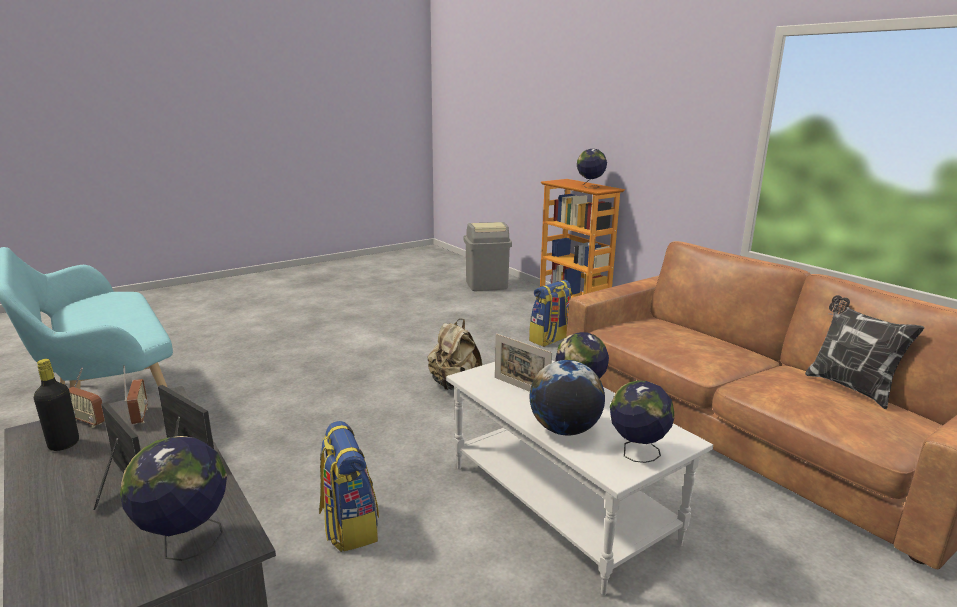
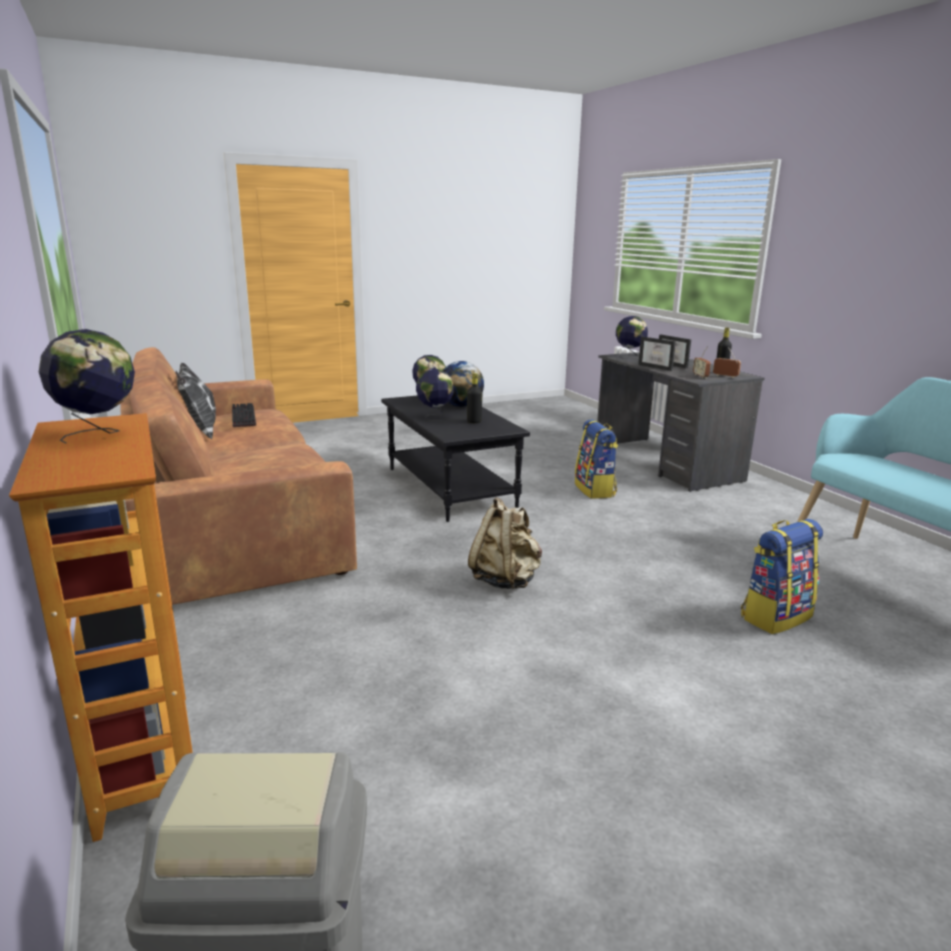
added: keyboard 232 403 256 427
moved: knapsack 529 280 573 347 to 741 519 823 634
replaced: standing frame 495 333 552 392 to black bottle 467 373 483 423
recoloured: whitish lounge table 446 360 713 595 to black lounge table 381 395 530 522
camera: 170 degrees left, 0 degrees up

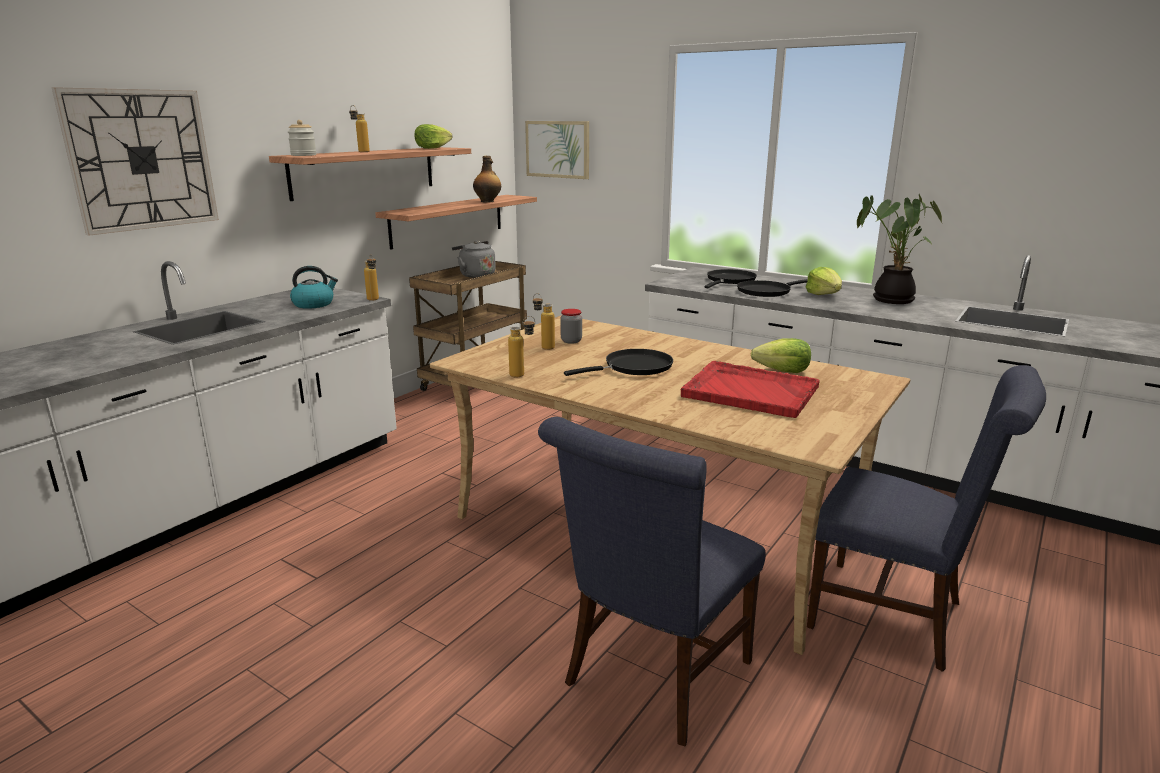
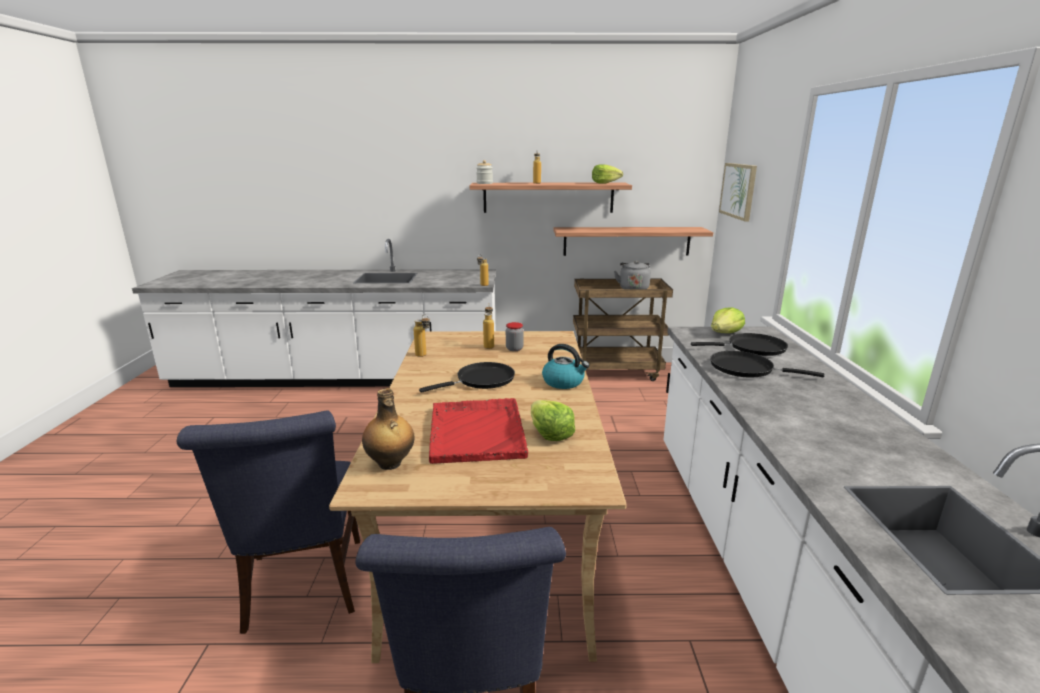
removed: clock on the wall 52 87 219 236; potted plant 857 194 942 304
moved: tea kettle 290 266 338 309 to 542 344 589 389; bottle 473 156 501 203 to 362 388 414 470; lettuce 806 267 842 295 to 711 307 745 333
turned: blue chair 538 417 765 747 = 177 410 360 634 105 degrees counterclockwise; black pan 564 349 673 376 = 419 362 515 393 60 degrees counterclockwise
camera: 55 degrees right, 0 degrees up

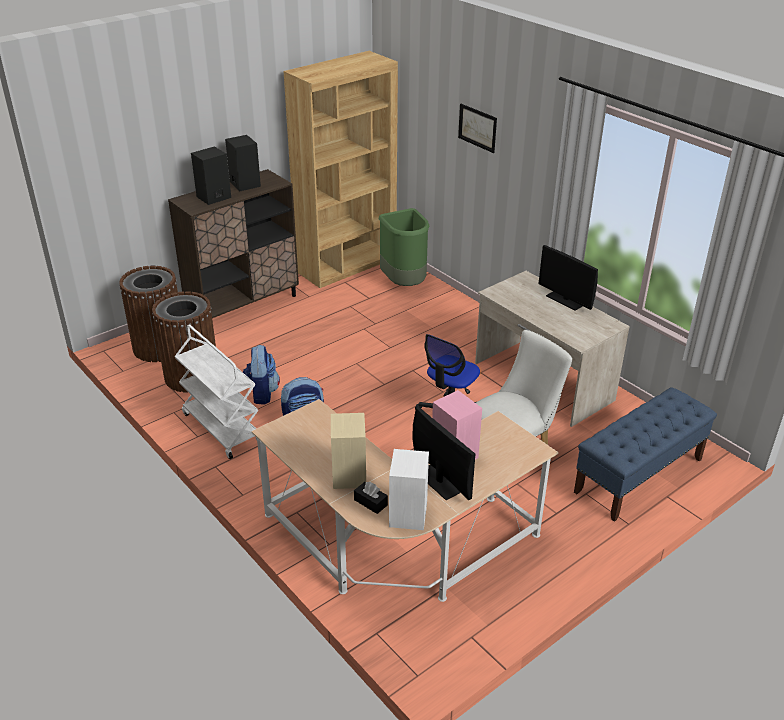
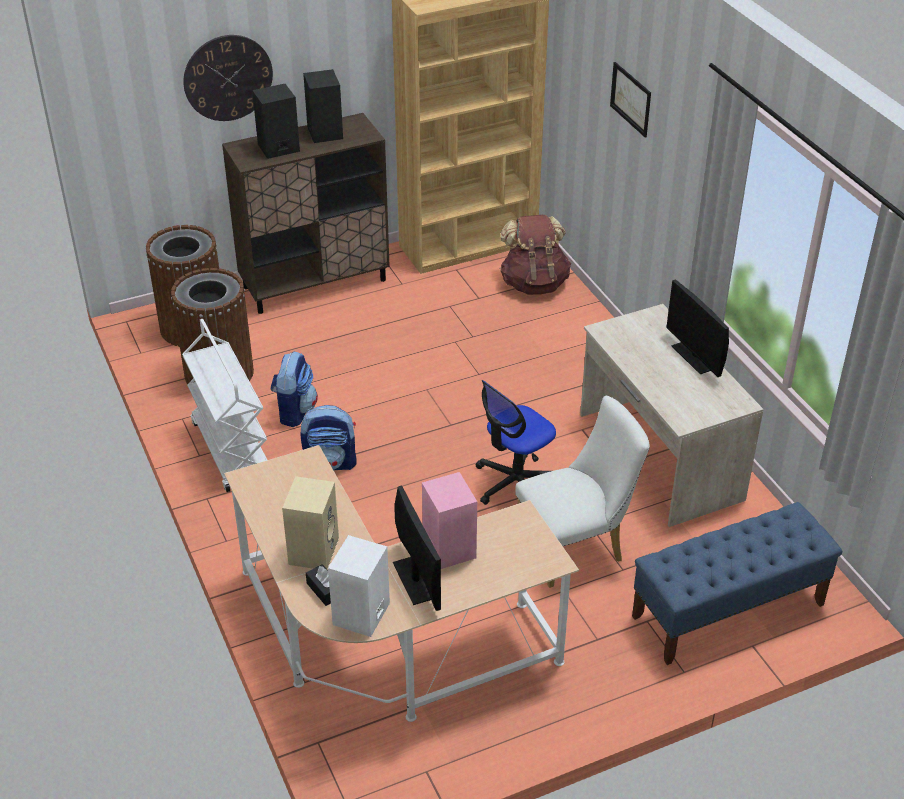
added: clock on the wall 183 35 273 121
replaced: green rubbish bin 379 208 430 286 to brown-coloured knapsack 500 215 571 295
camera: 15 degrees right, 5 degrees up

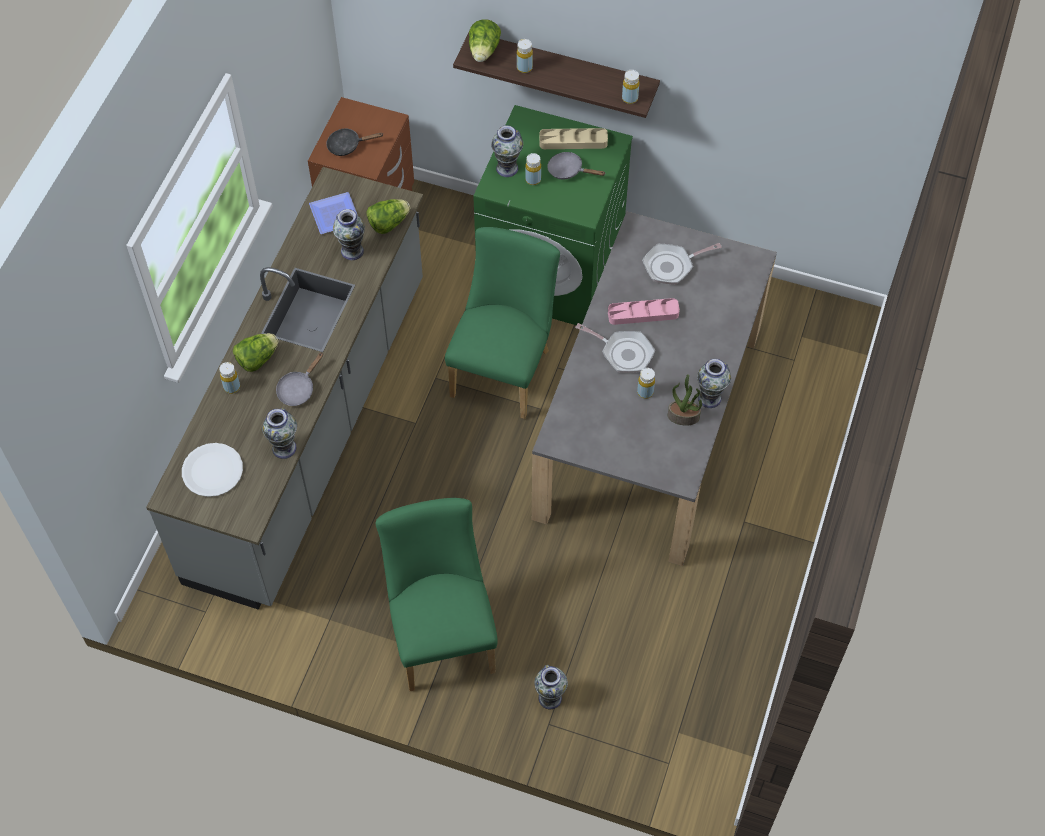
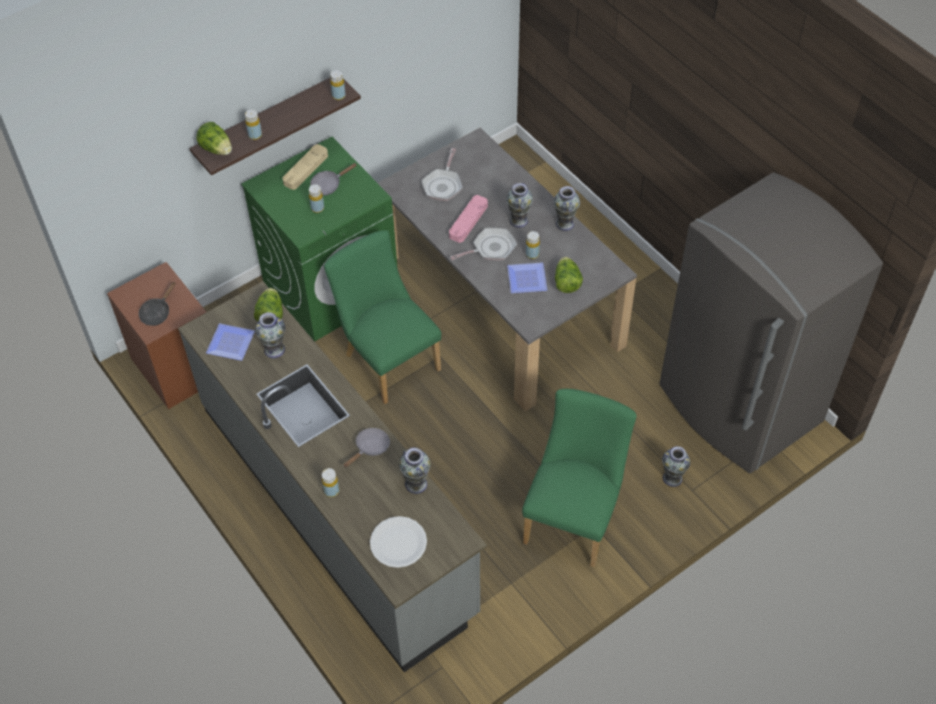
removed: potted plant 668 374 702 426
added: flat dish 507 262 547 293; greyish kitchen fridge 659 172 883 473
moved: lettuce 233 333 279 372 to 555 257 583 293; decorative vase 491 125 523 177 to 506 183 533 228
turned: greyish pan 276 352 323 406 = 344 428 390 468 120 degrees counterclockwise; green chair 376 498 498 691 = 522 389 637 567 90 degrees clockwise
camera: 55 degrees left, 5 degrees down

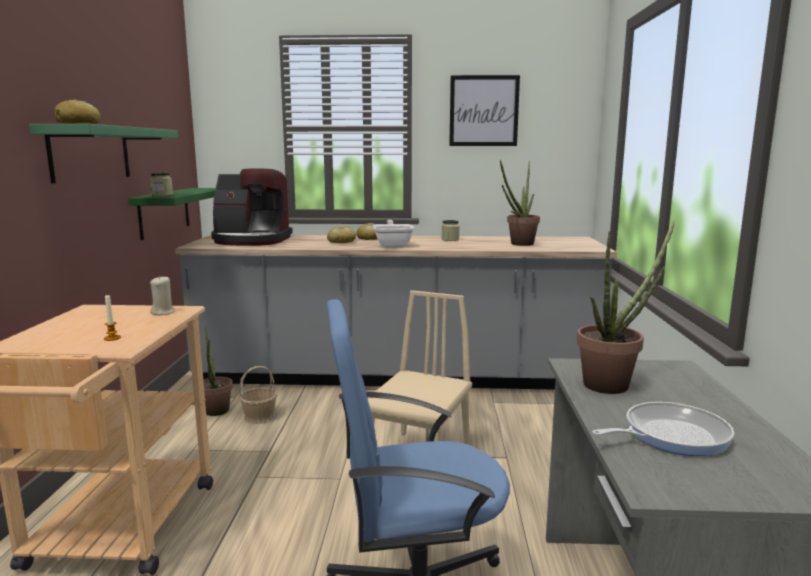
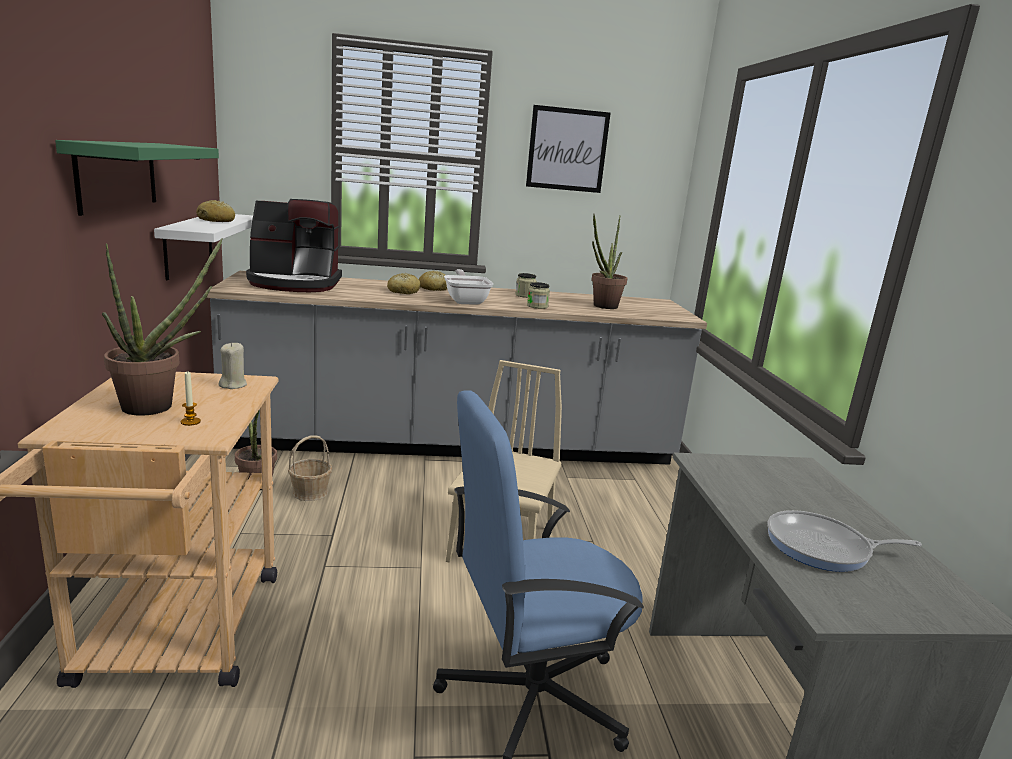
moved: bakery bread 54 99 100 124 to 196 200 235 222; storage jar 150 173 173 196 to 527 282 550 309; potted plant 577 220 675 394 to 102 238 223 416
recoloured: green bracket shelf 128 188 216 240 to whitish bracket shelf 154 214 253 280
turned: pan 592 402 734 456 = 767 510 922 572 150 degrees counterclockwise
camera: 10 degrees left, 5 degrees up

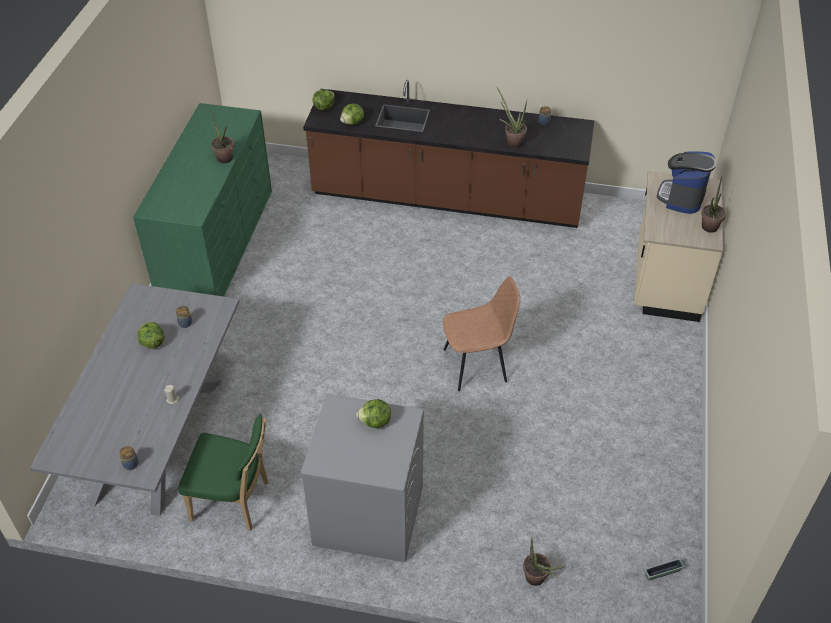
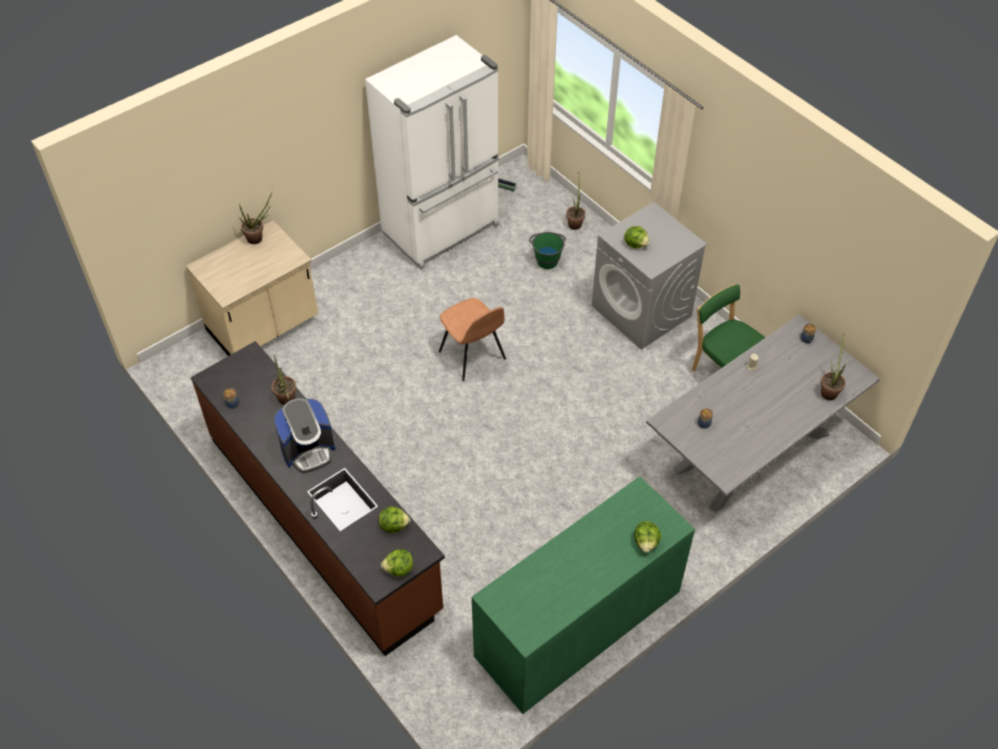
added: whitish kitchen fridge 365 35 499 270; green water bucket 529 232 566 269
moved: lettuce 138 322 165 349 to 635 521 661 553; potted plant 211 110 234 163 to 821 333 846 400; coffee brewer 657 151 717 214 to 274 398 335 473
turned: brown-coloured chair 443 277 520 391 = 439 298 506 381 150 degrees counterclockwise
camera: 140 degrees left, 5 degrees up

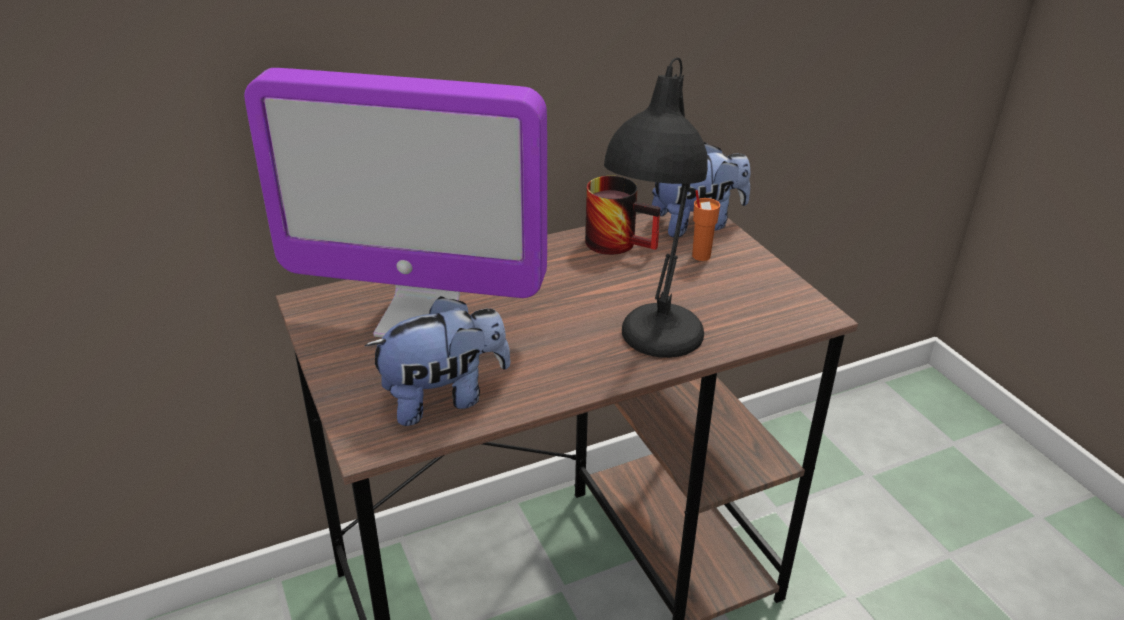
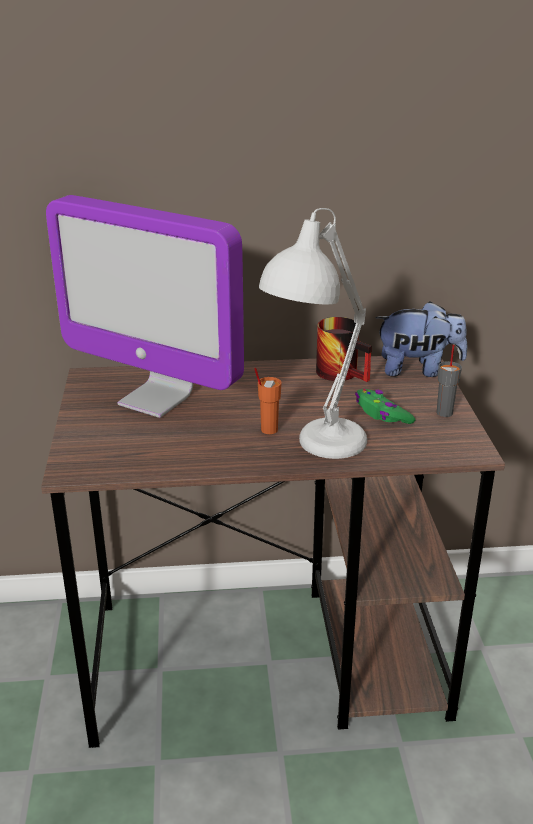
removed: plush toy 364 296 511 426
added: green gamepad 355 389 416 424; greyish small cup 437 345 462 417
moved: orangey small cup 692 190 720 261 to 254 367 282 434
recoloured: black lamp for a table 604 58 708 358 to whitish lamp for a table 259 208 367 459
camera: 20 degrees right, 5 degrees down

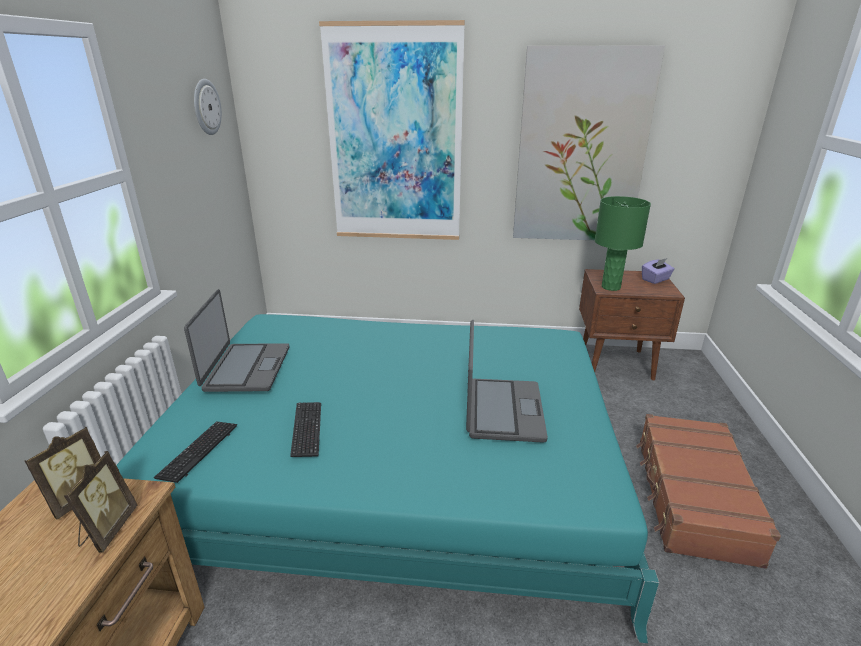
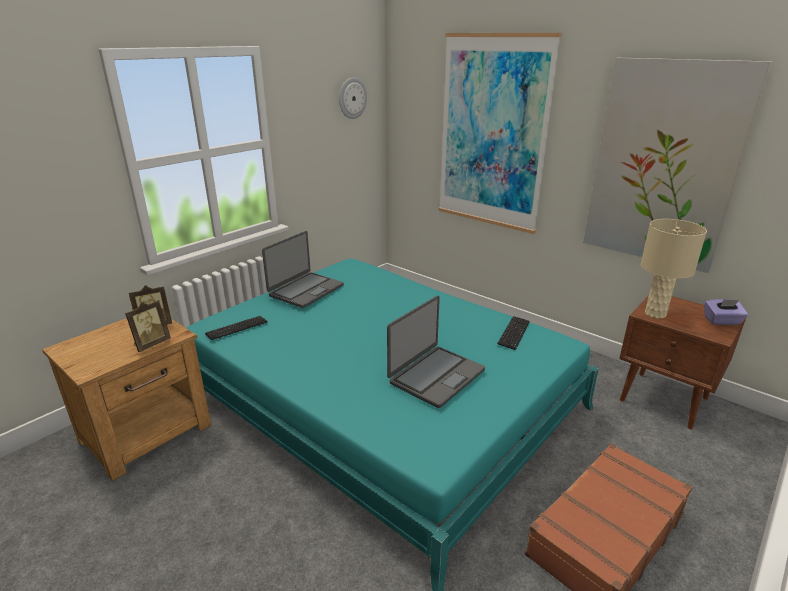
moved: keyboard 290 402 321 457 to 497 316 530 350
recoloured: green lamp for a table 595 196 651 291 to sand-coloured lamp for a table 640 219 707 319
camera: 35 degrees right, 0 degrees up

